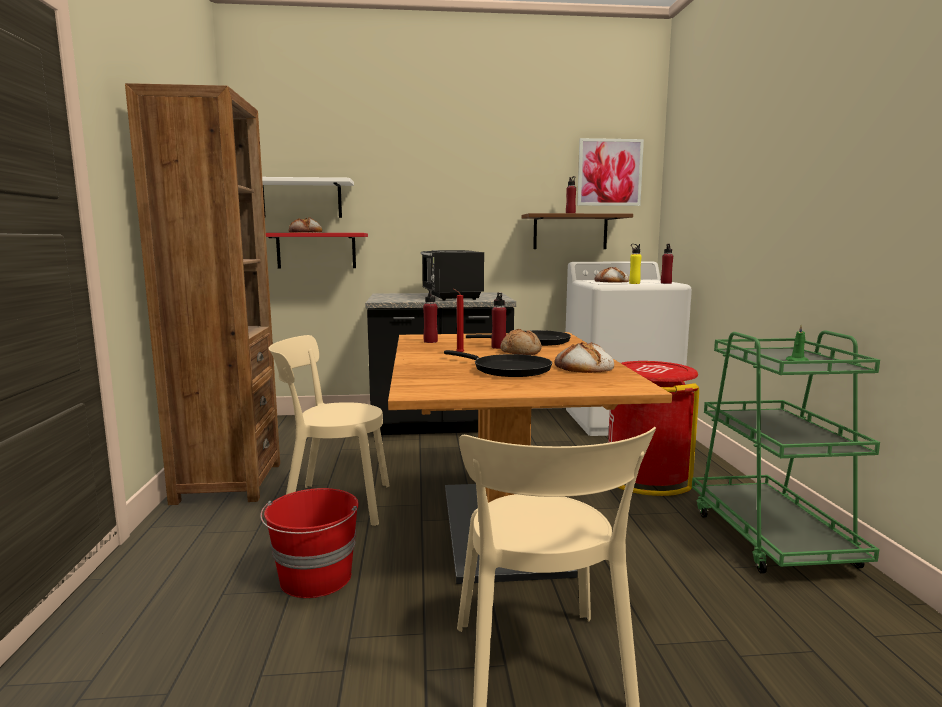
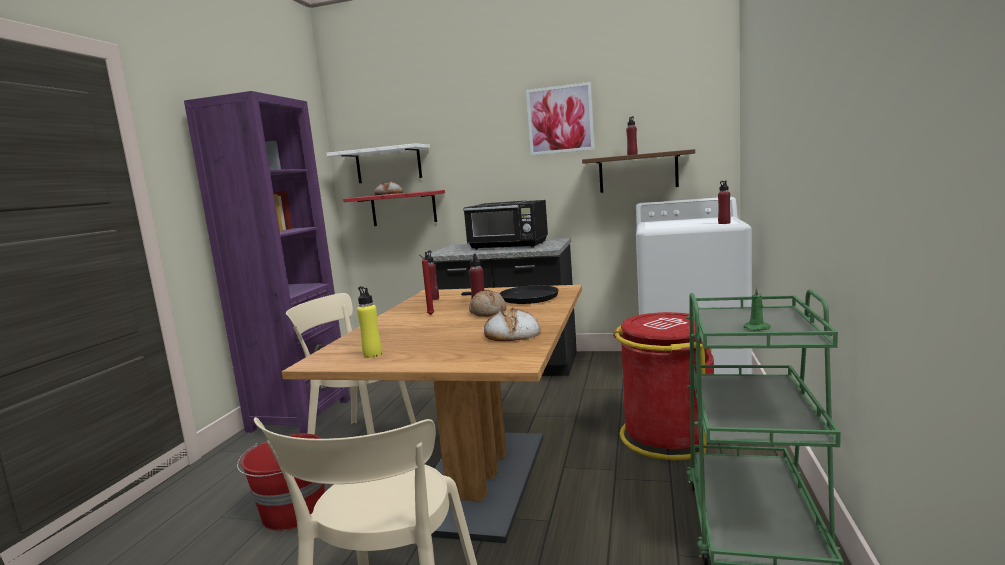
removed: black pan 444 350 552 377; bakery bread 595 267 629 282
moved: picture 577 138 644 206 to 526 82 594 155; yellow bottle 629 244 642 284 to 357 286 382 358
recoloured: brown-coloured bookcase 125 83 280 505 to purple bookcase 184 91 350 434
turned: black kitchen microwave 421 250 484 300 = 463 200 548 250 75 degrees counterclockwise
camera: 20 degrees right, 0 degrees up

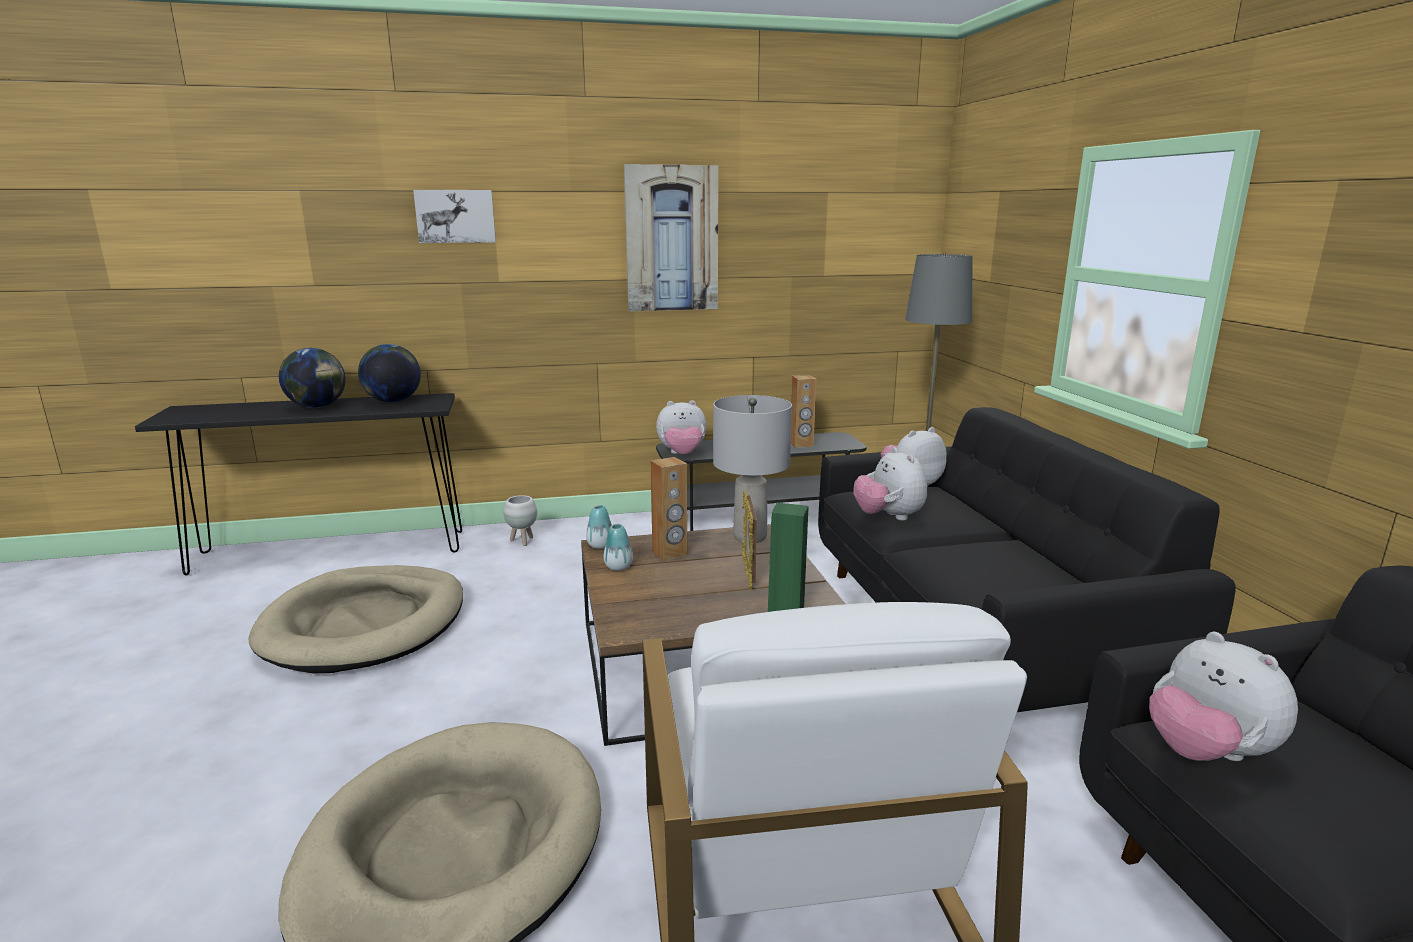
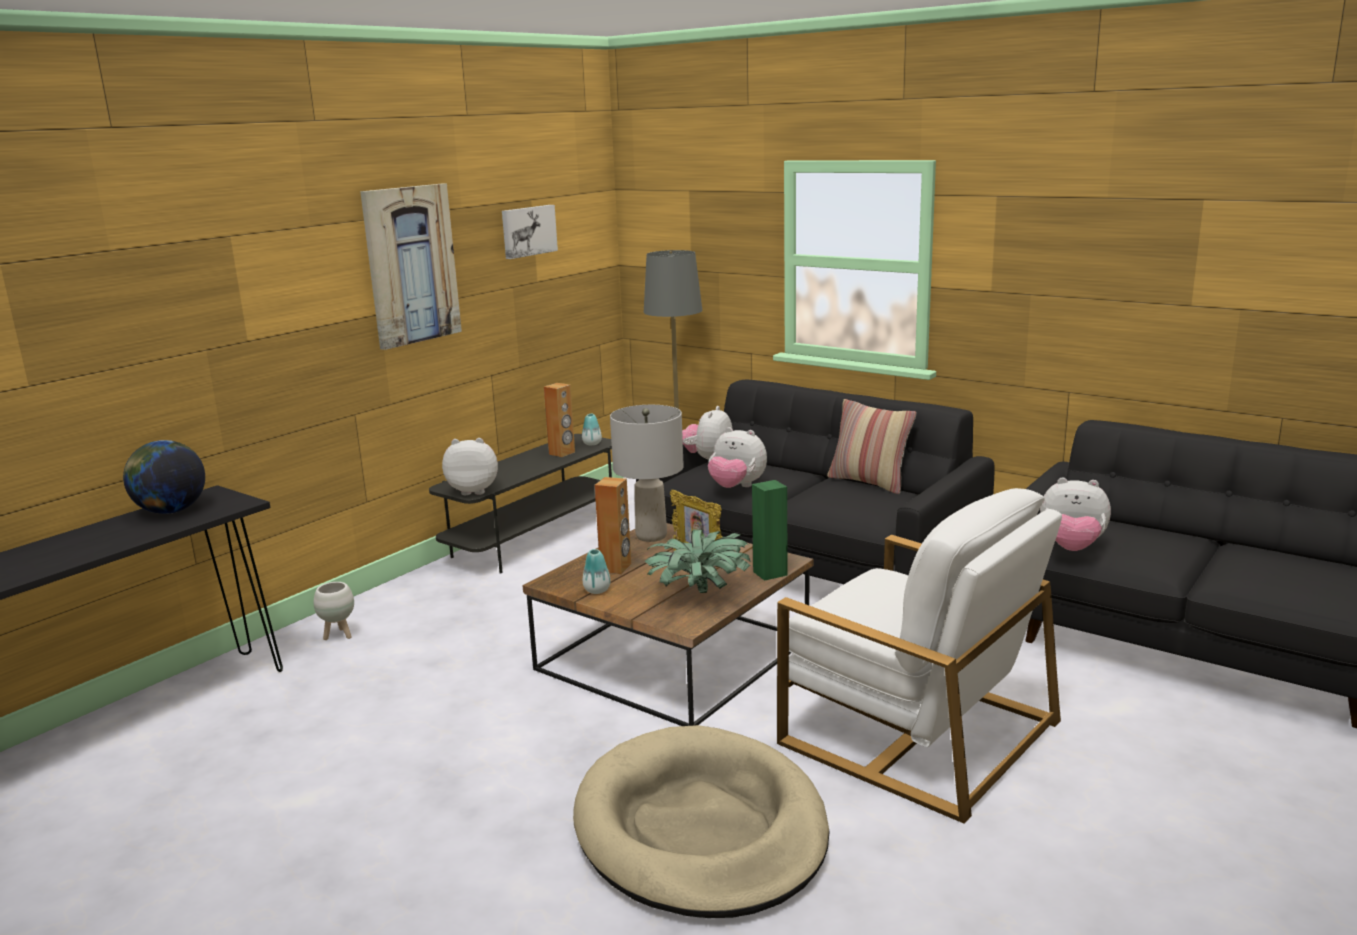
removed: sand-coloured dog bed 248 565 463 673; desk globe 279 348 346 408
added: potted plant 645 530 751 593; pillow 827 399 917 494
moved: picture 413 190 496 243 to 502 205 558 259; decorative vase 586 505 612 549 to 582 414 602 445
turned: plush toy 656 400 707 454 = 442 438 498 495 135 degrees counterclockwise
camera: 40 degrees left, 0 degrees up

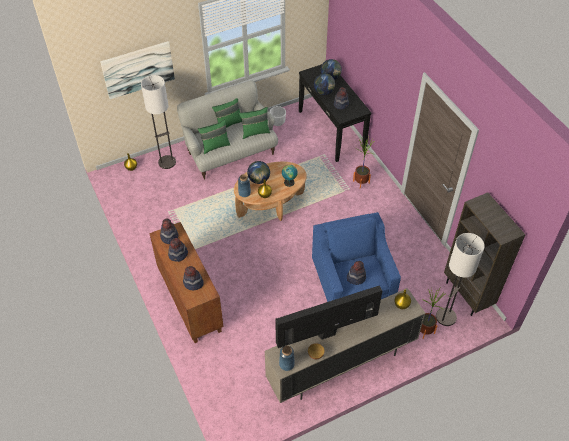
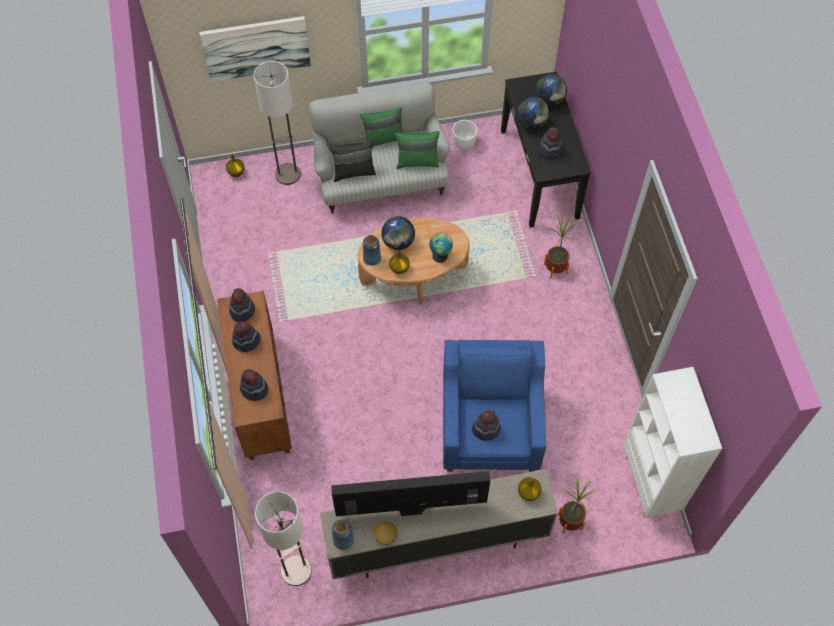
moved: standing lamp 436 233 485 326 to 255 491 312 586
recoloured: green pillow 198 119 230 154 to black pillow 329 139 376 182; brown-coloured bookcase 444 193 526 316 to whitish bookcase 624 367 722 517
camera: 15 degrees right, 10 degrees up

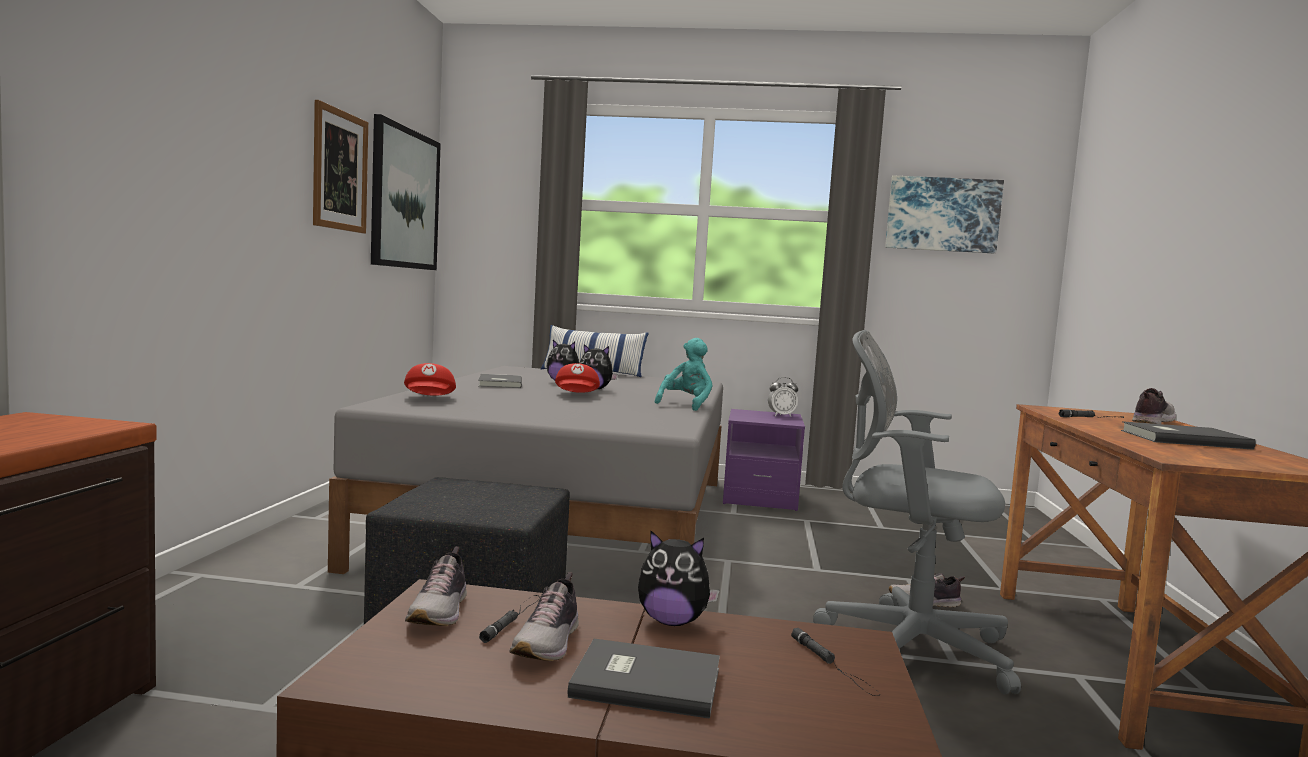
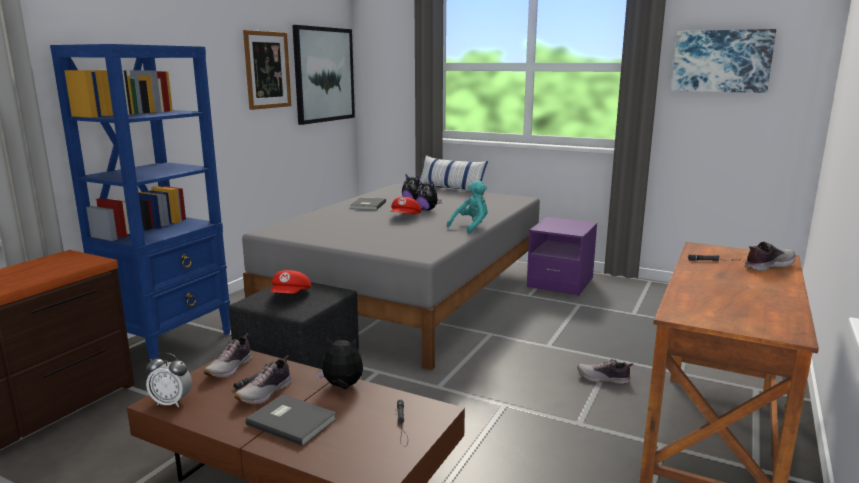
removed: greyish desk chair 813 330 1021 694; greyish book 1121 421 1256 450
added: blue bookcase 50 44 231 371
moved: red-coloured baseball cap 404 363 456 396 to 270 270 311 294; bedside clock 768 377 798 417 to 146 353 192 407
turned: plush toy 638 530 719 626 = 316 338 363 390 150 degrees clockwise
camera: 20 degrees right, 10 degrees up

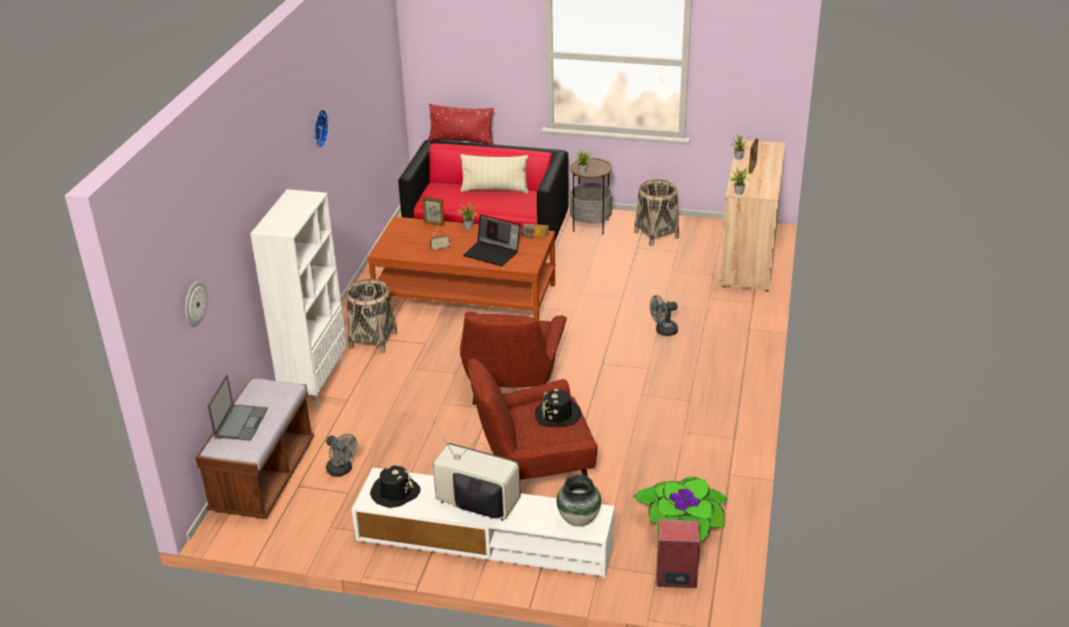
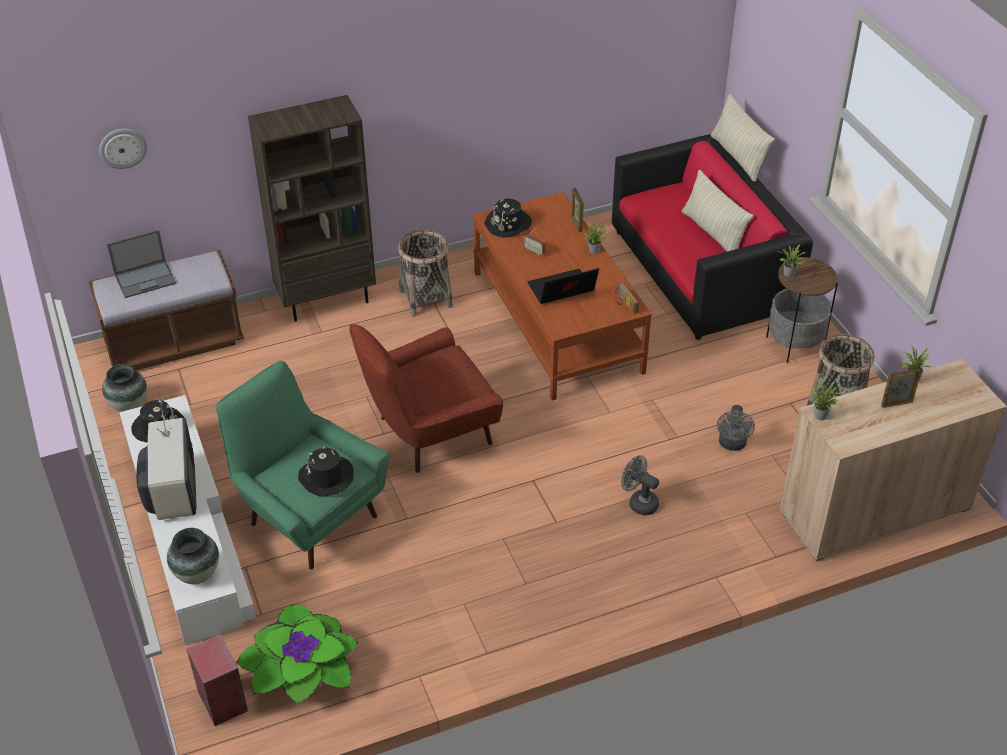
removed: clock on the wall 314 109 329 148
added: decorative vase 102 364 147 412; black hat 484 199 532 238
moved: greyish cooling fan 326 434 358 477 to 717 405 755 451
recoloured: whitish bookcase 250 189 347 408 to brown-coloured bookcase 248 95 376 321; red-coloured pillow 428 104 494 145 to sand-coloured pillow 711 94 775 182; red-coloured easy chair 468 359 598 480 to green easy chair 216 361 389 570
turned: laptop 463 214 520 266 = 527 268 599 304 75 degrees clockwise
camera: 55 degrees right, 10 degrees up

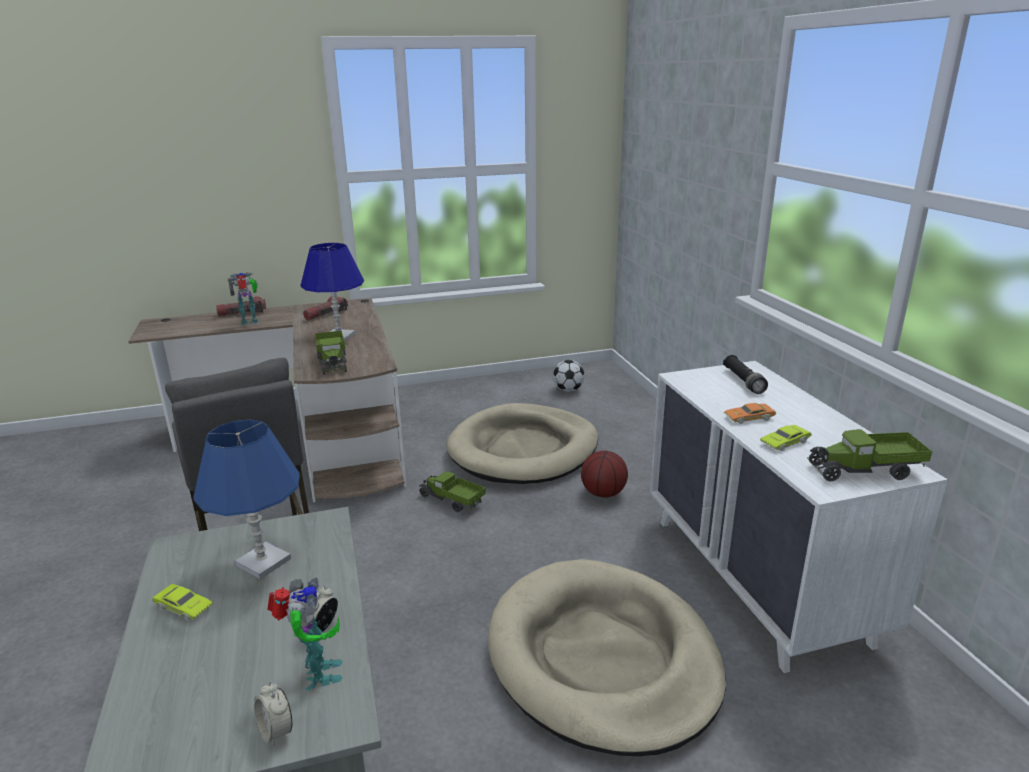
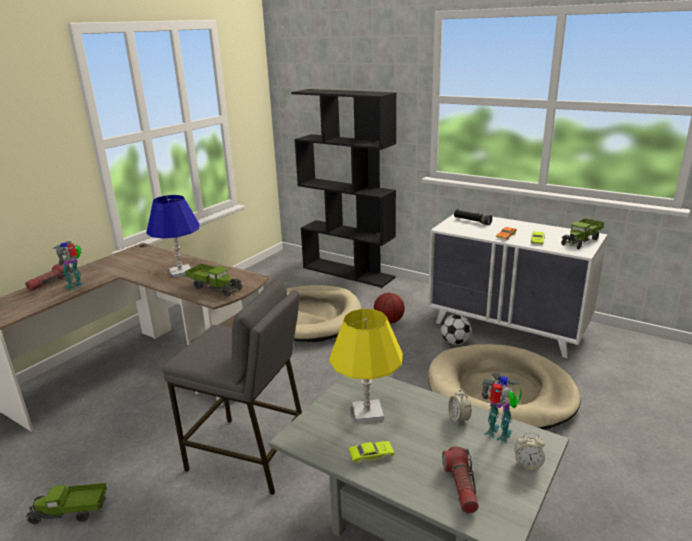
added: black bookcase 291 89 397 288
moved: torch 303 296 348 321 to 442 446 479 513; model truck 419 471 486 512 to 26 483 107 524; football ball 553 360 585 392 to 441 314 471 345
recoloured: blue lamp for a table 193 420 300 579 to yellow lamp for a table 329 309 403 423
camera: 40 degrees left, 0 degrees up

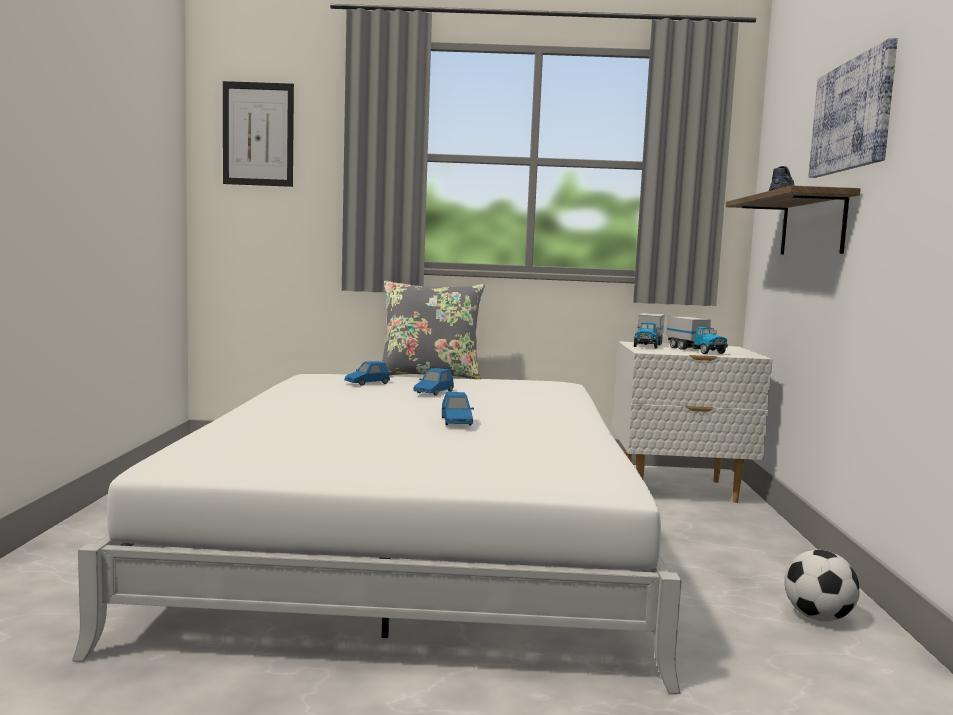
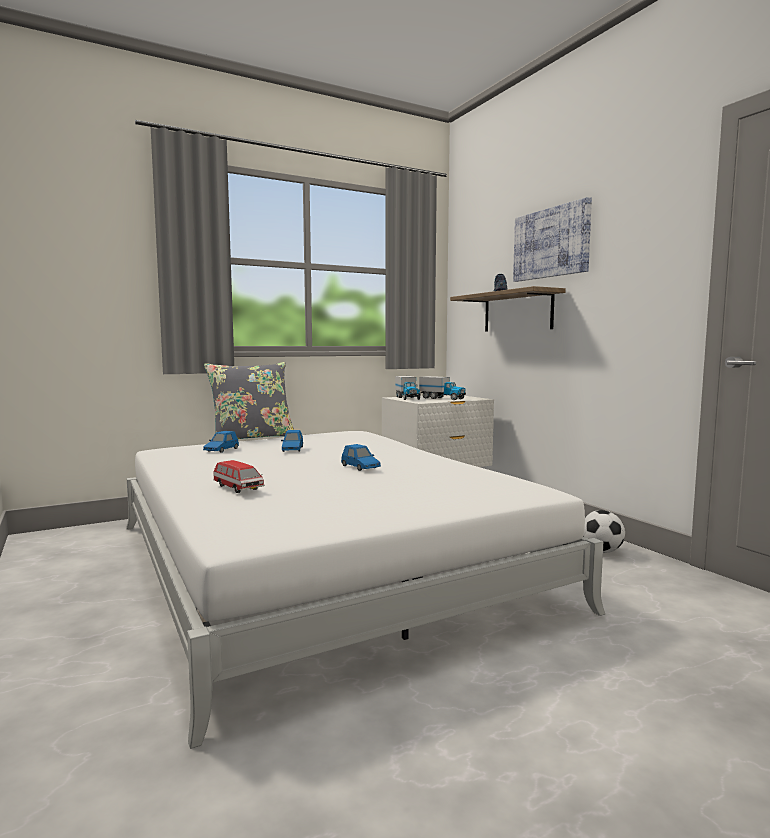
removed: picture 223 81 294 187
added: miniature car 213 460 265 493
camera: 30 degrees left, 0 degrees up

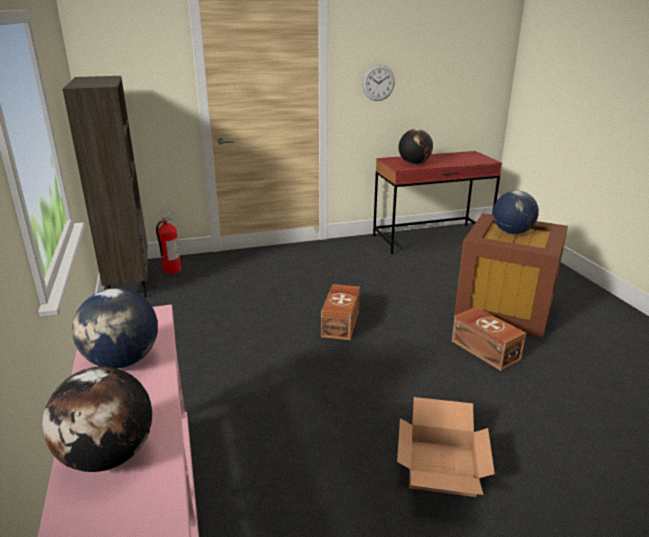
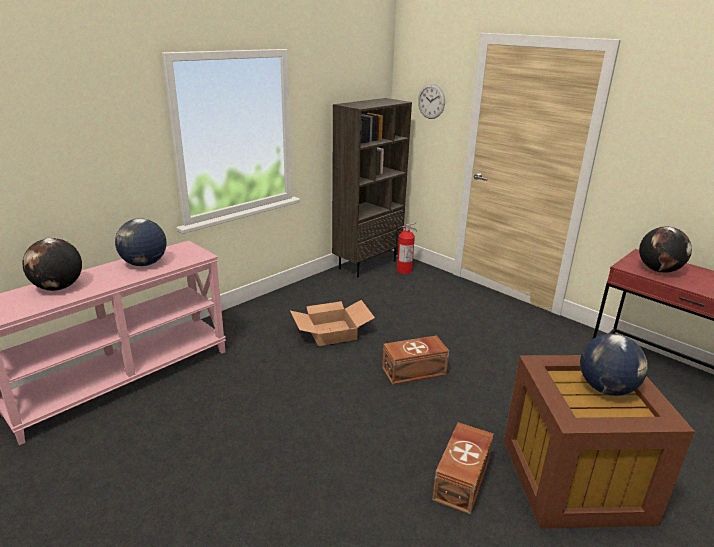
moved: clock on the wall 362 65 395 101 to 418 84 445 119; cardboard box 397 397 495 497 to 290 300 375 346
camera: 60 degrees right, 0 degrees up

